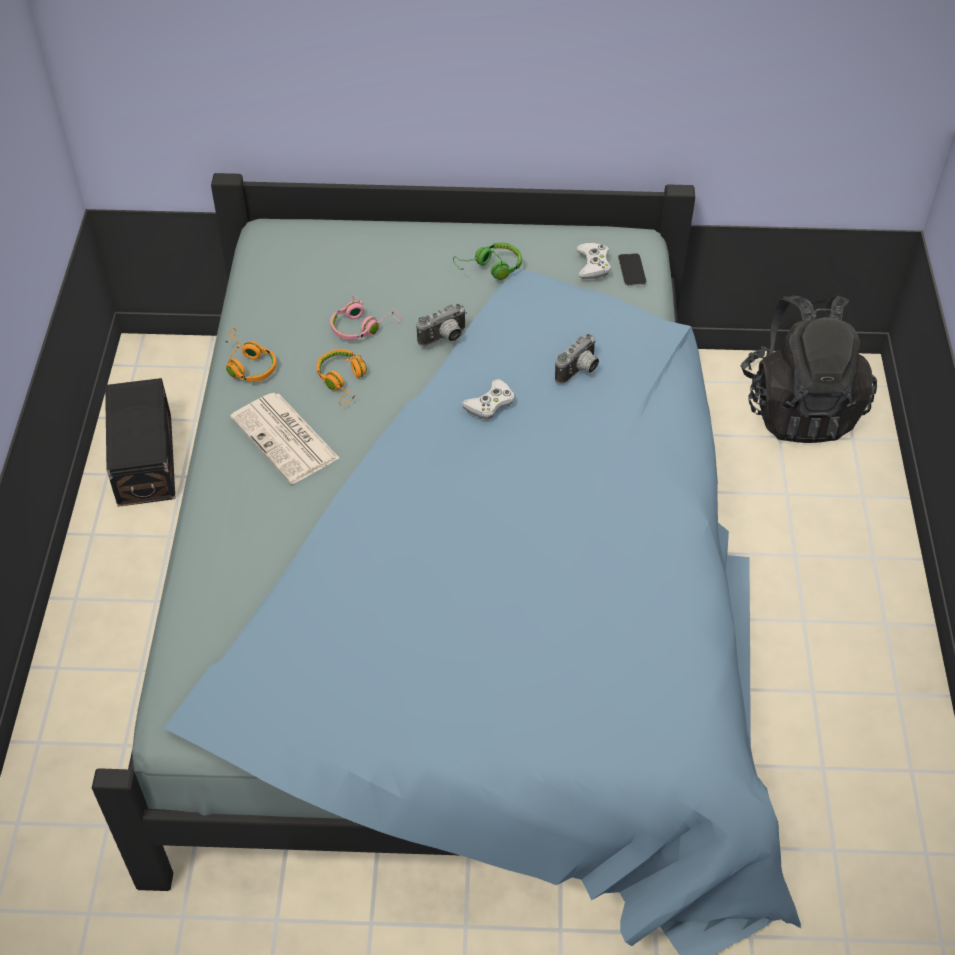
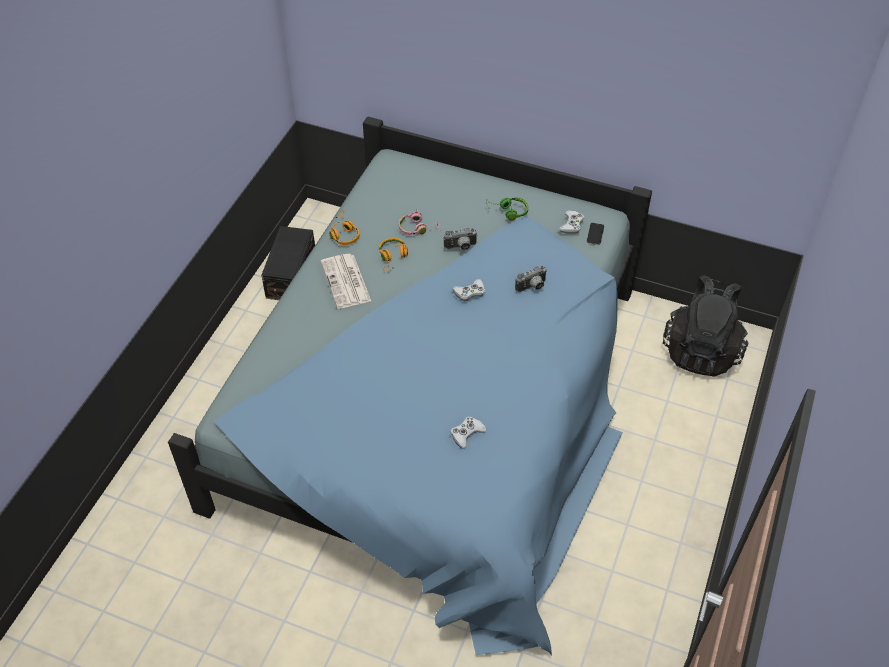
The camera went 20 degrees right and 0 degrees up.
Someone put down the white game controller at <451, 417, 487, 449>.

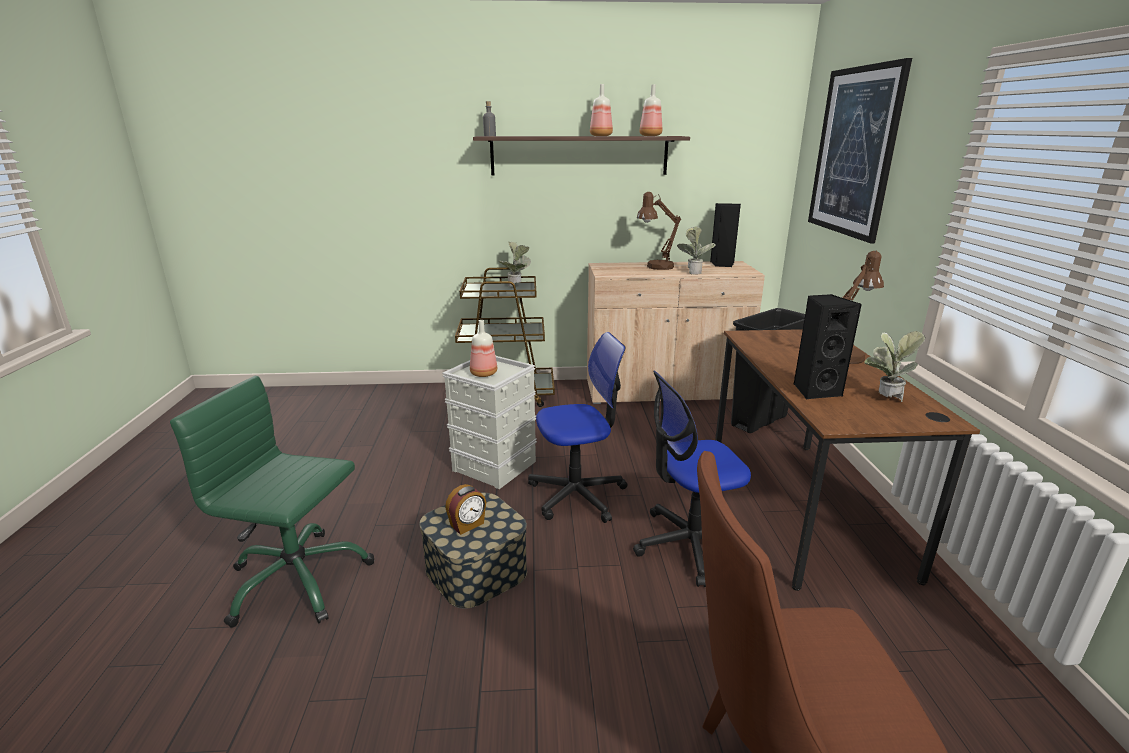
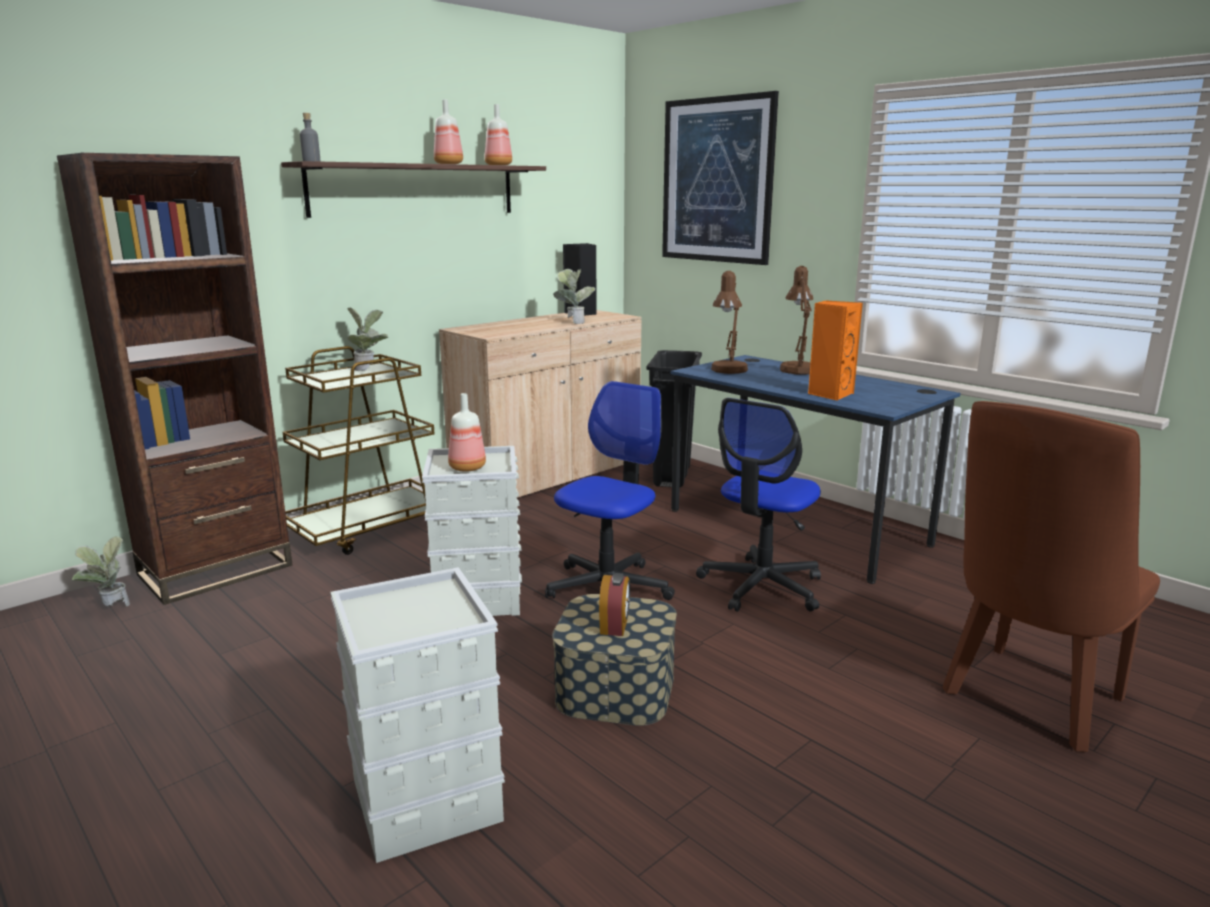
The camera went 40 degrees left and 5 degrees down.
Someone carried the brown table lamp from <637, 192, 681, 270> to <711, 271, 748, 374>.
Someone repainted the black speaker at <793, 294, 862, 399>, which became the orange speaker at <808, 300, 863, 401>.
Someone repainted the brown desk at <715, 329, 980, 591>, which became the blue desk at <670, 355, 960, 584>.
Someone carried the potted plant from <865, 331, 925, 402> to <72, 536, 130, 606>.
Someone swapped the green office chair at <170, 376, 374, 628> for the grey storage box at <330, 567, 505, 863>.
Someone put down the brown bookcase at <57, 153, 293, 605>.

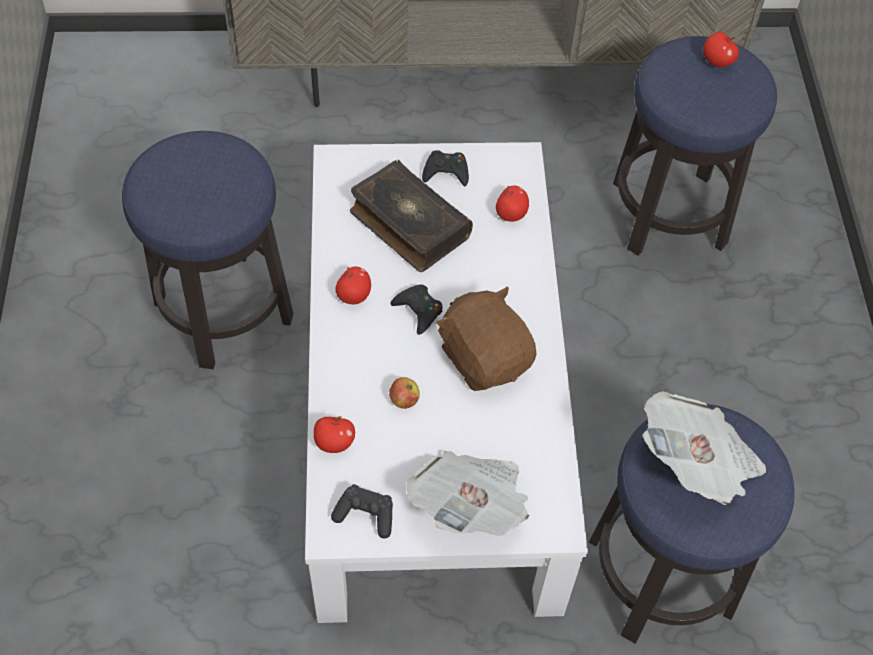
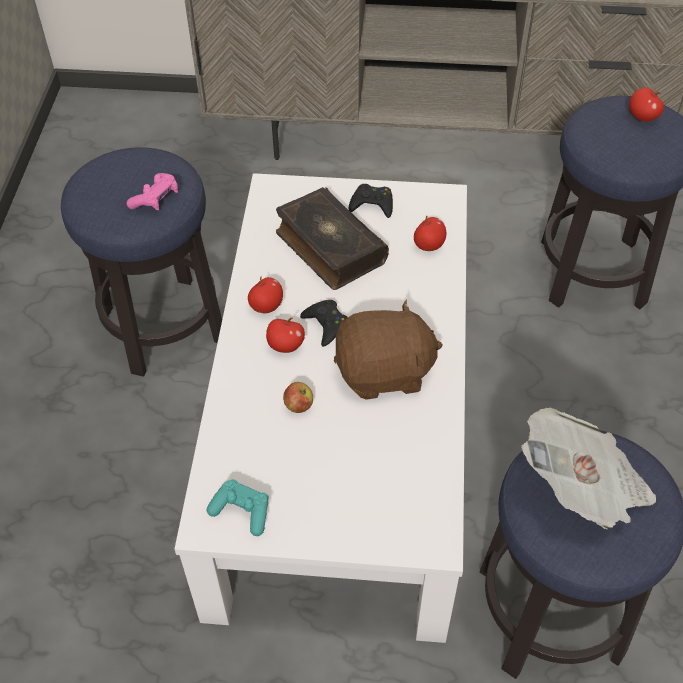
The camera went 10 degrees right and 5 degrees down.
Someone rotated the brown plush toy at <436, 287, 537, 391> by 105 degrees clockwise.
Someone carried the apple from <314, 416, 355, 453> to <266, 318, 305, 353>.
Someone took away the newspaper at <406, 451, 529, 536>.
Someone repainted the black game controller at <331, 484, 393, 538>, which became the turquoise game controller at <207, 479, 269, 536>.
Someone put down the pink game controller at <126, 173, 178, 210>.

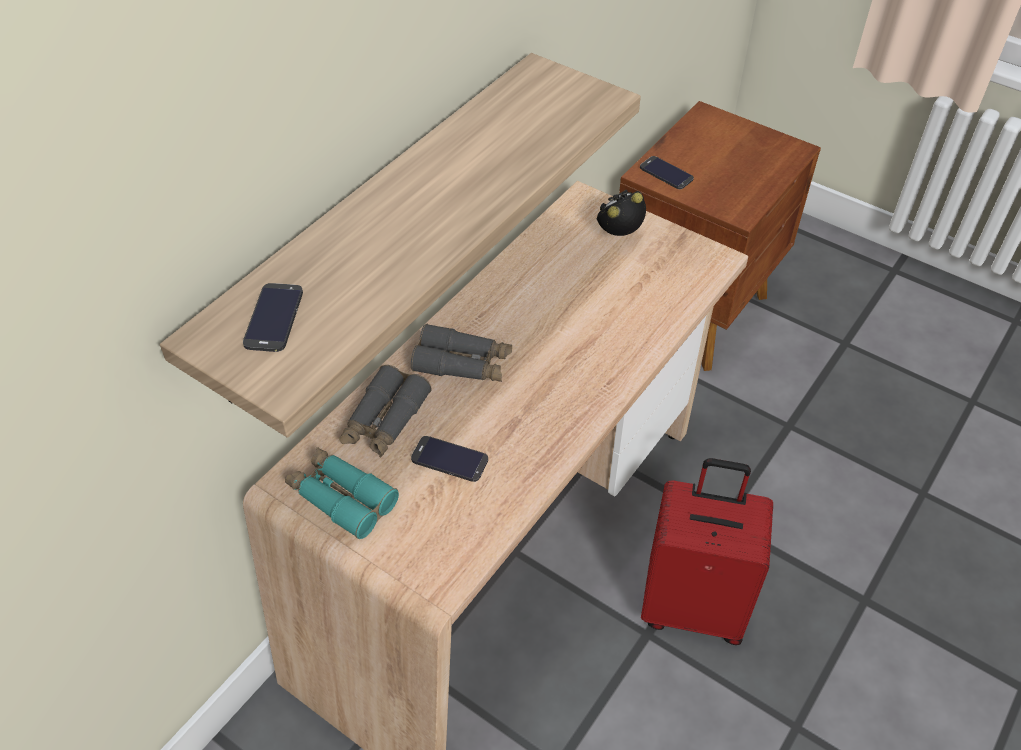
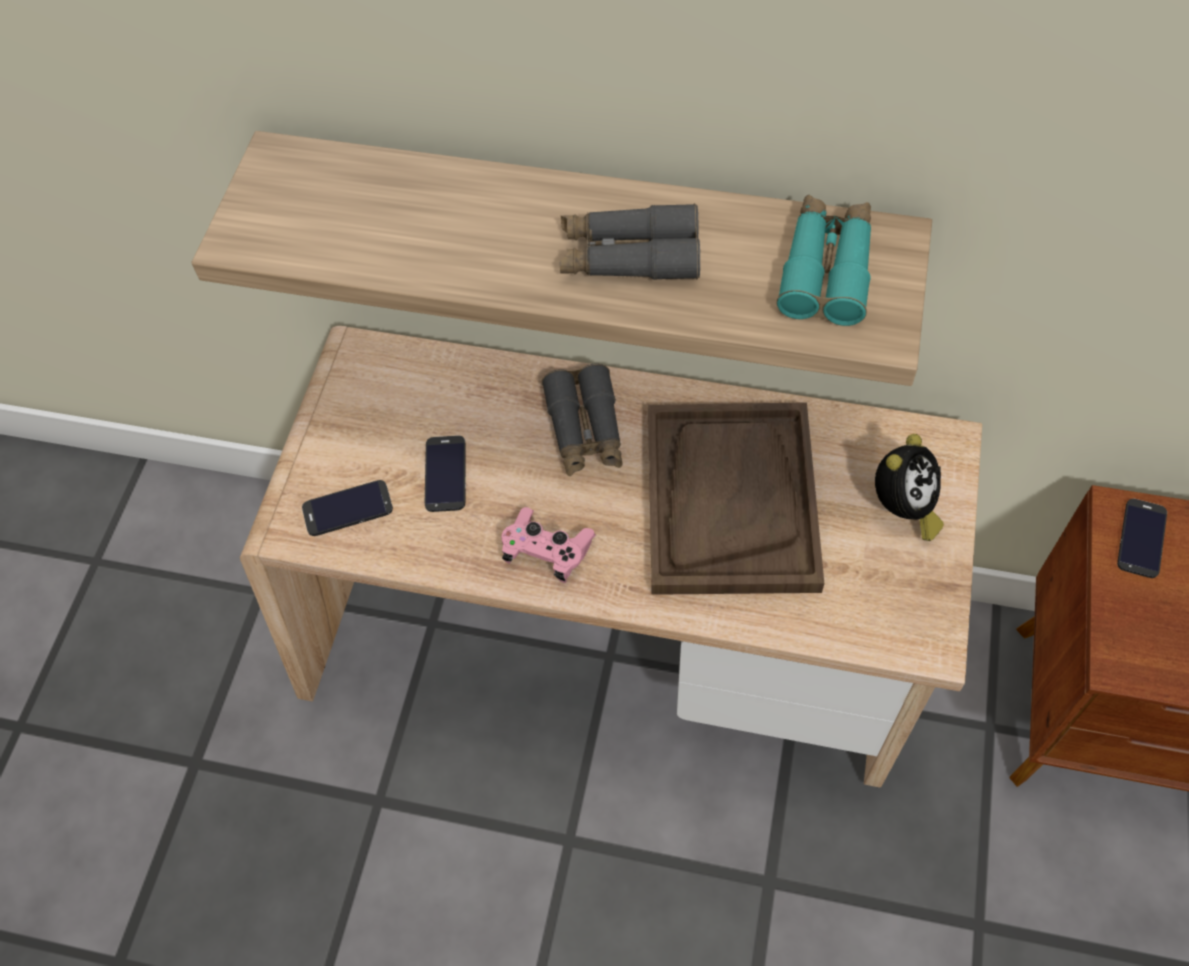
The camera went 70 degrees right and 10 degrees up.
Someone rotated the alarm clock at <596, 190, 646, 236> by 90 degrees clockwise.
Someone carried the phone from <243, 283, 303, 352> to <302, 480, 393, 536>.
Someone carried the grey binoculars from <339, 365, 432, 458> to <560, 203, 700, 280>.
Someone carried the turquoise binoculars from <285, 447, 399, 539> to <776, 195, 871, 326>.
Someone took away the red suitcase at <641, 458, 773, 645>.
Someone put down the brown tray at <648, 402, 824, 595>.
Someone put down the pink game controller at <501, 507, 596, 583>.

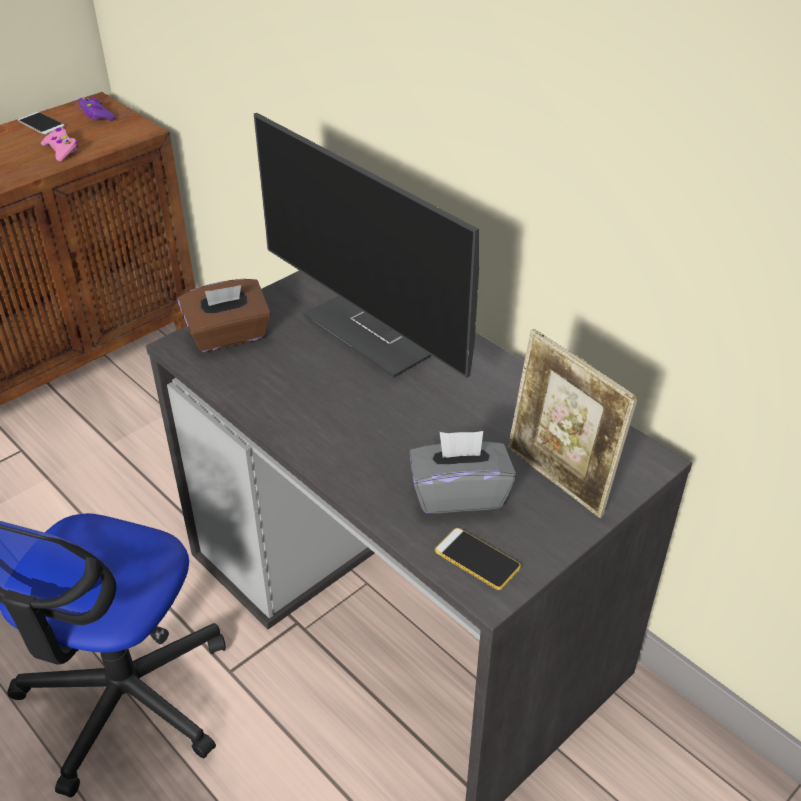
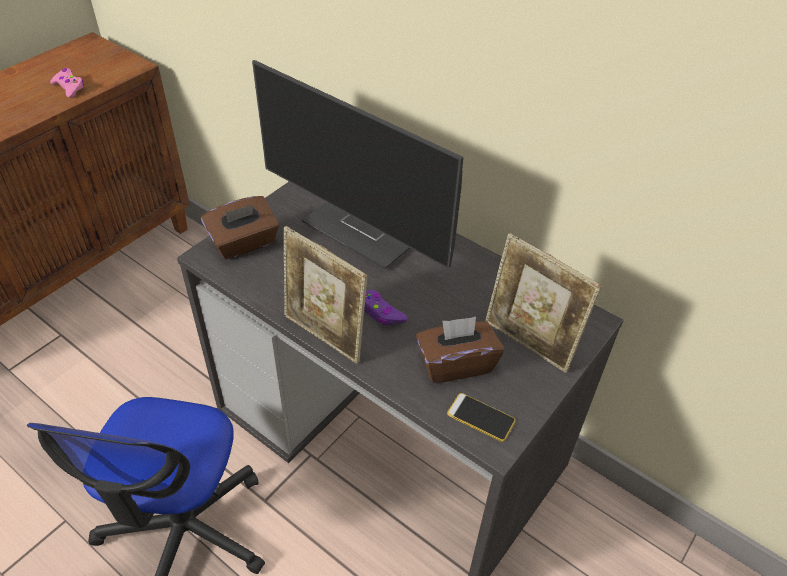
The camera went 10 degrees left and 5 degrees up.
Someone carried the purple game controller from <78, 97, 116, 121> to <364, 290, 408, 325>.
Someone took away the phone at <18, 112, 65, 134>.
Someone repainted the grey tissue box at <409, 431, 516, 513>, which became the brown tissue box at <416, 317, 504, 383>.
Someone put down the picture frame at <284, 226, 368, 364>.

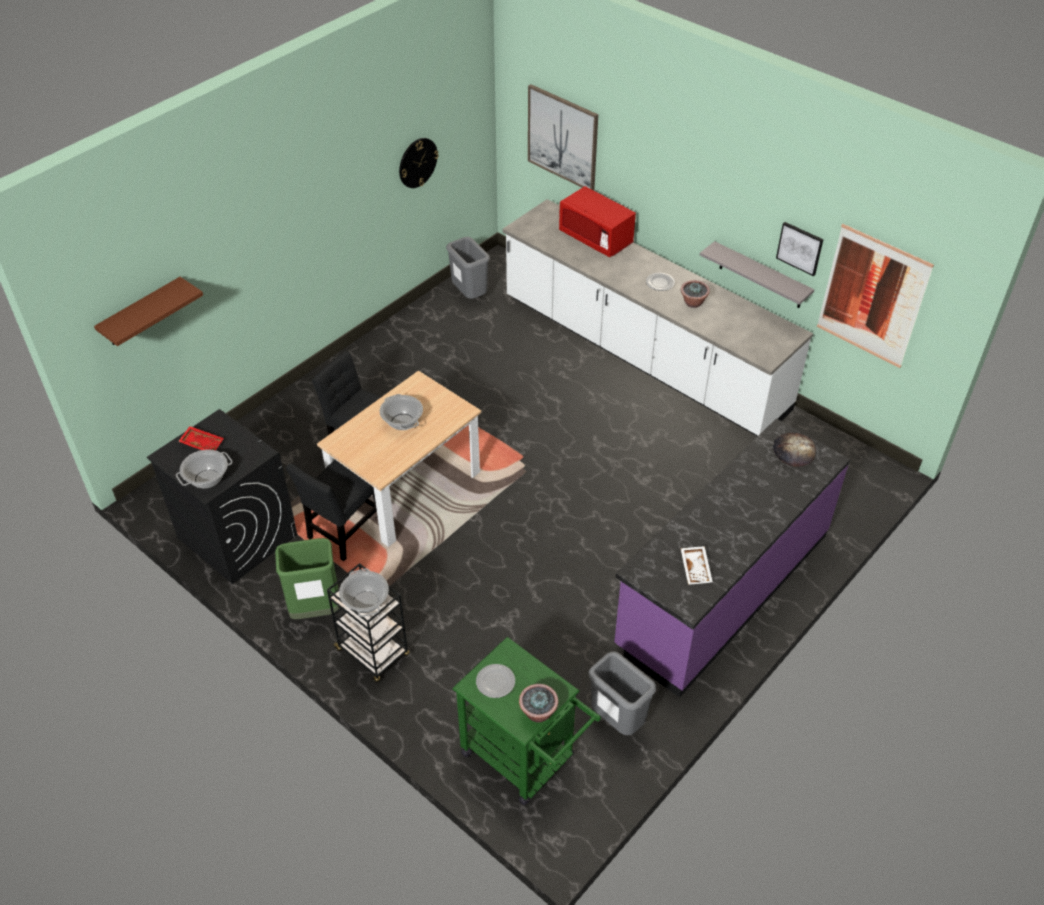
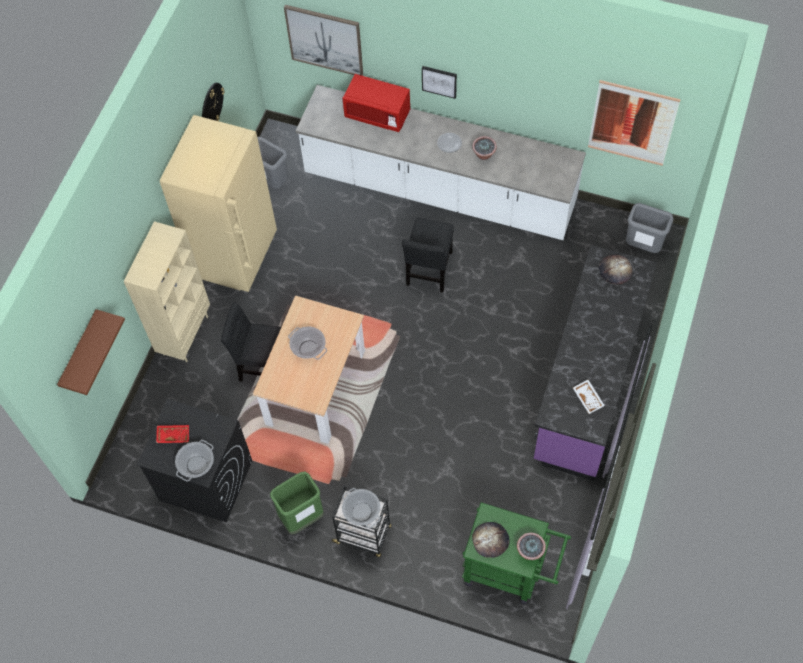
The camera went 20 degrees left and 15 degrees up.
Someone carried the picture from <776, 222, 824, 276> to <422, 66, 457, 99>.
Someone took away the grey shelf at <700, 241, 814, 308>.
Someone carried the black chair from <286, 460, 377, 561> to <402, 218, 454, 293>.
Someone carried the grey trash can from <588, 651, 656, 735> to <626, 203, 674, 253>.
Someone swapped the plate at <476, 664, 515, 698> for the bread at <472, 522, 510, 558>.
Someone put down the beige fridge at <160, 115, 277, 292>.
Someone put down the beige bookcase at <124, 221, 210, 362>.

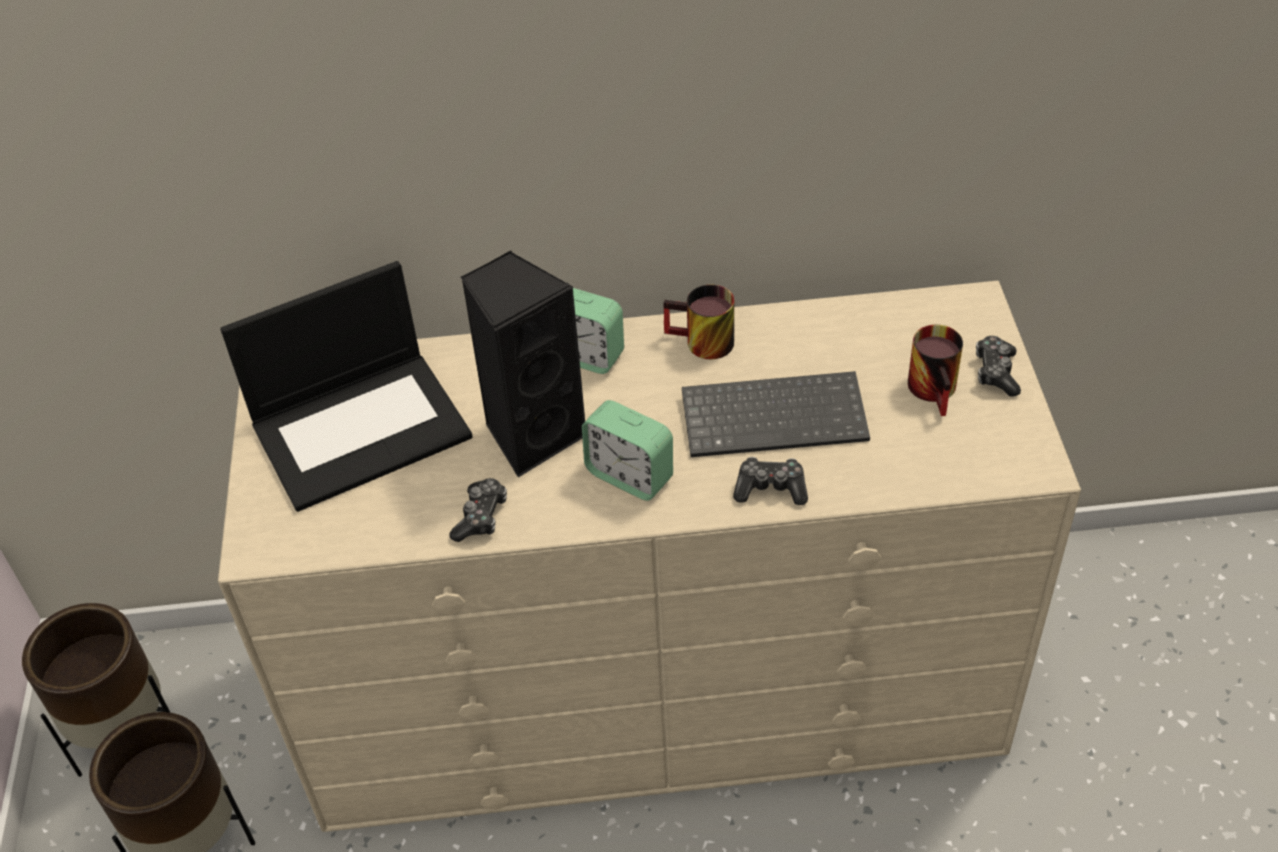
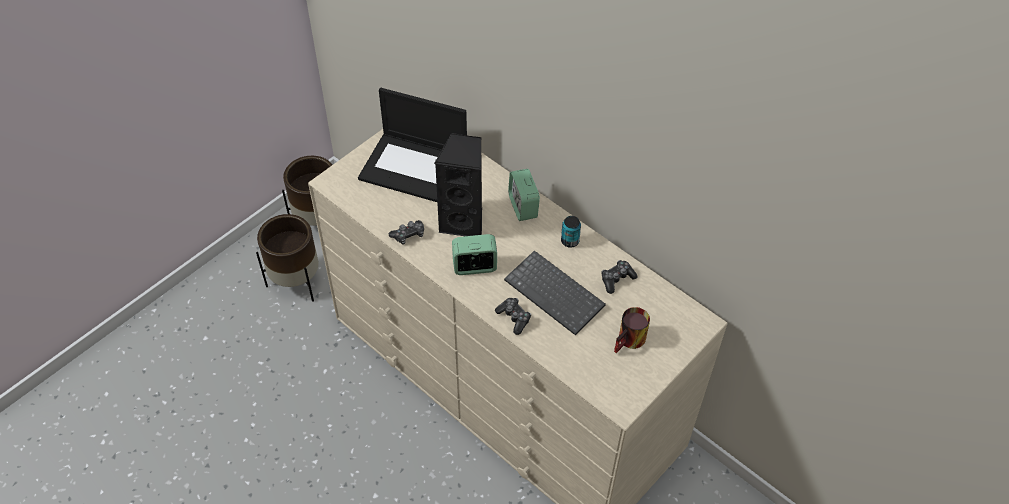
The camera went 45 degrees right and 5 degrees up.
Someone swapped the mug at <663, 285, 734, 359> for the can at <561, 216, 581, 248>.
Someone carried the game controller from <976, 336, 1021, 397> to <601, 260, 637, 294>.
Someone rotated the alarm clock at <582, 400, 673, 501> by 90 degrees clockwise.

